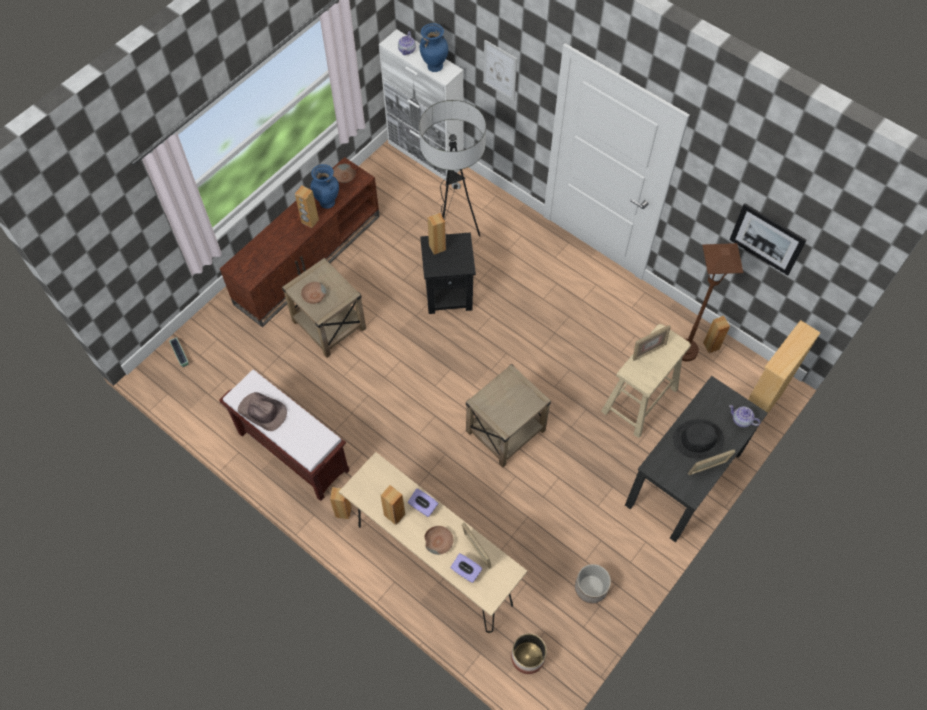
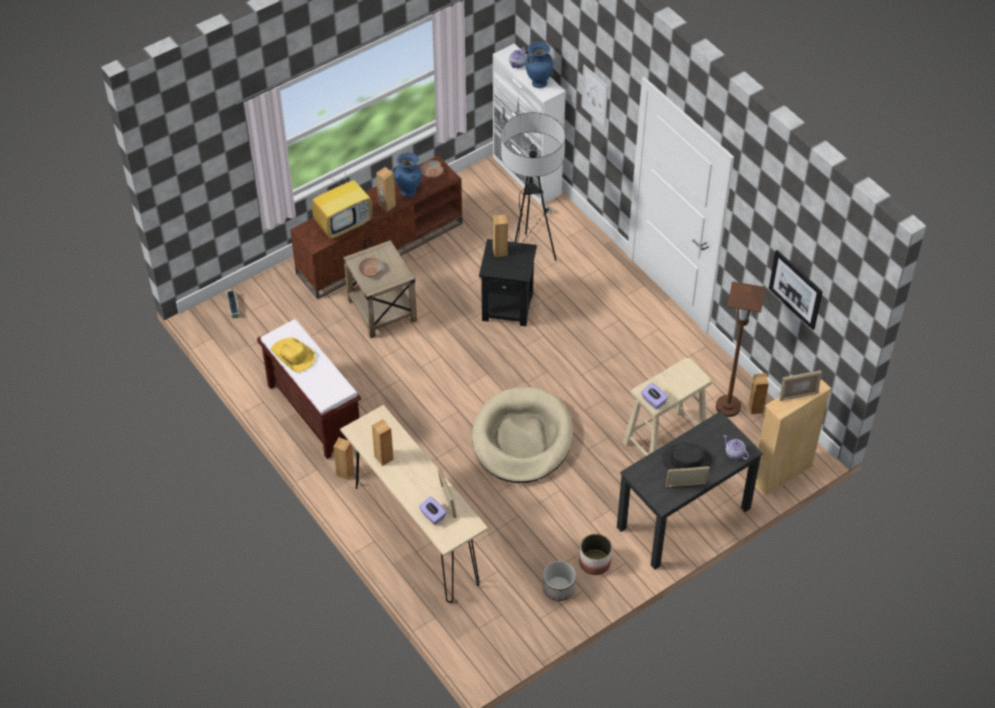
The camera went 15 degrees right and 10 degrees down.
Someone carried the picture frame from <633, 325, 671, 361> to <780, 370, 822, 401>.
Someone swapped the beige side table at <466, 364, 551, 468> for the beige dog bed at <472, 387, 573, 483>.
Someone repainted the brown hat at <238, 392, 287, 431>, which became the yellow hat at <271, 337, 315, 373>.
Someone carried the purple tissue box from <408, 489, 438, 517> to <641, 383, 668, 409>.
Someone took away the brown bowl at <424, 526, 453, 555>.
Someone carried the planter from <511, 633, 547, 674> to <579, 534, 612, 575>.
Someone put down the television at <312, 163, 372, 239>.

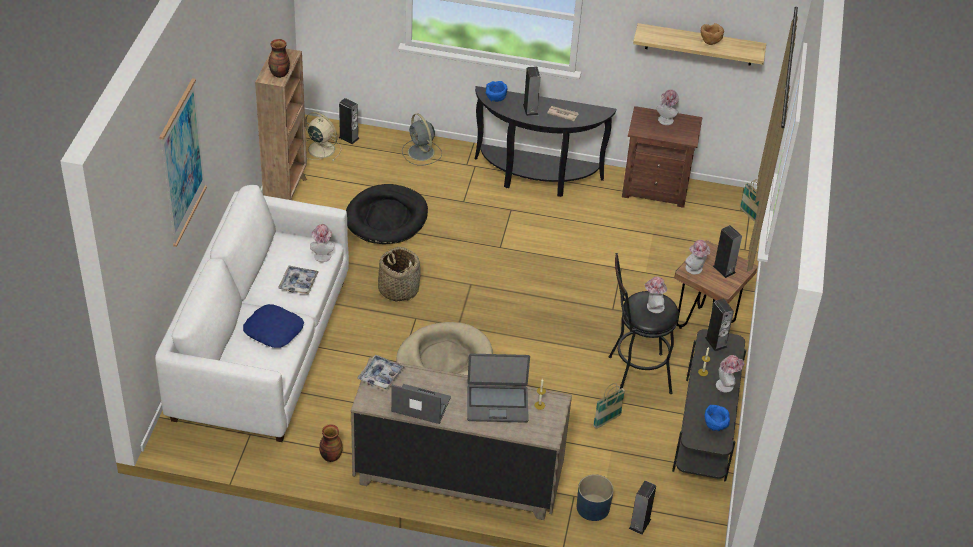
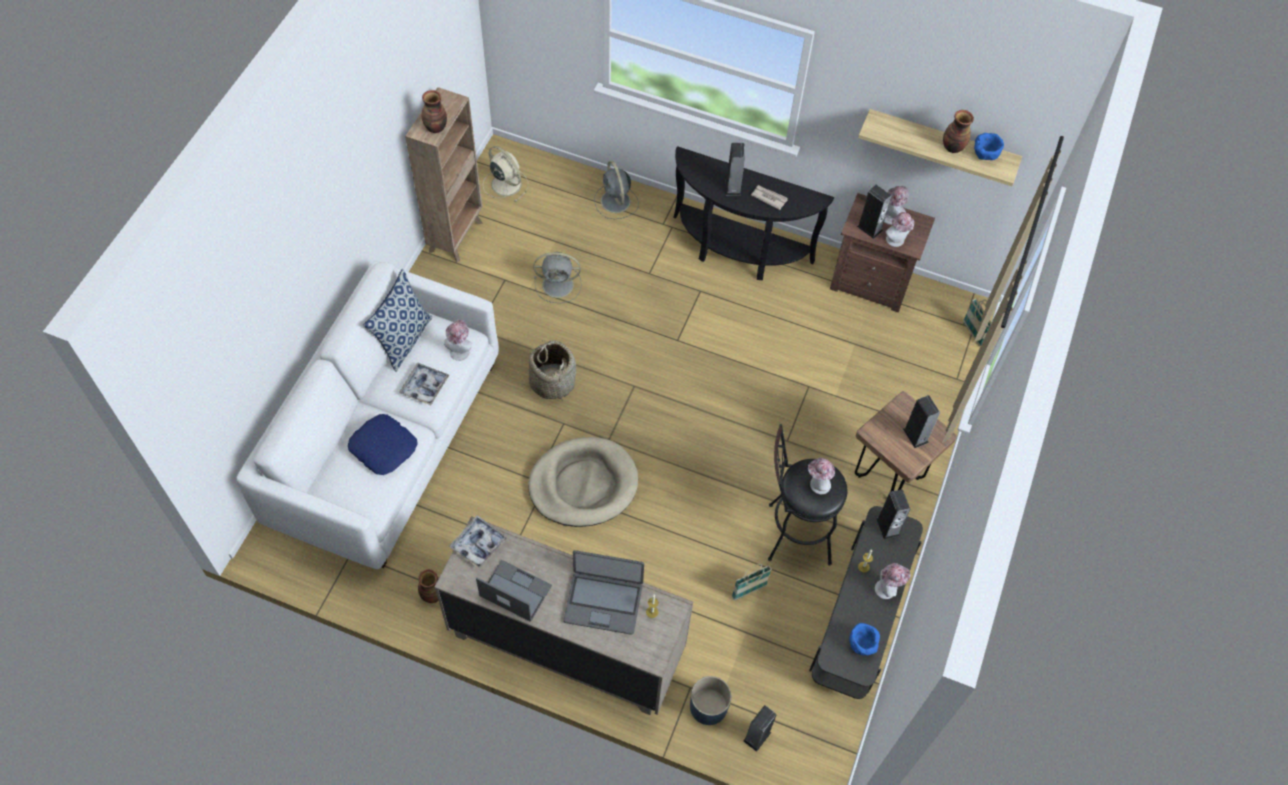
The camera went 10 degrees right and 15 degrees up.
Someone swapped the brown bowl at <701, 23, 724, 45> for the vase at <943, 110, 974, 153>.
Someone took away the picture at <159, 78, 207, 247>.
Someone carried the blue bowl from <486, 81, 508, 102> to <974, 133, 1004, 160>.
Someone carried the speaker from <339, 98, 360, 144> to <857, 185, 892, 239>.
Someone swapped the black dog bed at <346, 184, 428, 244> for the grey fan at <533, 252, 581, 303>.
Someone carried the hat from <685, 240, 710, 274> to <885, 212, 914, 247>.
Someone put down the pillow at <364, 269, 432, 372>.

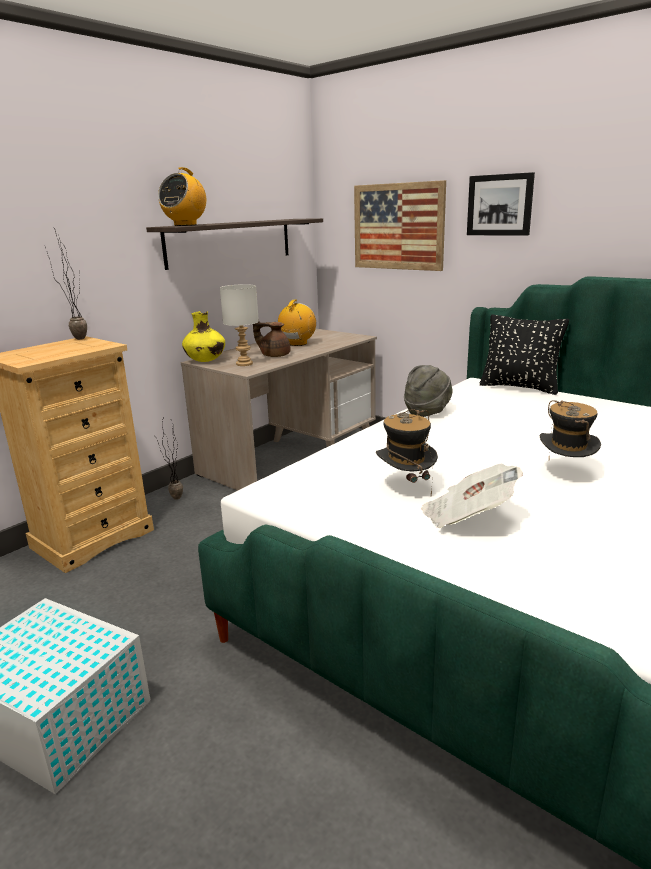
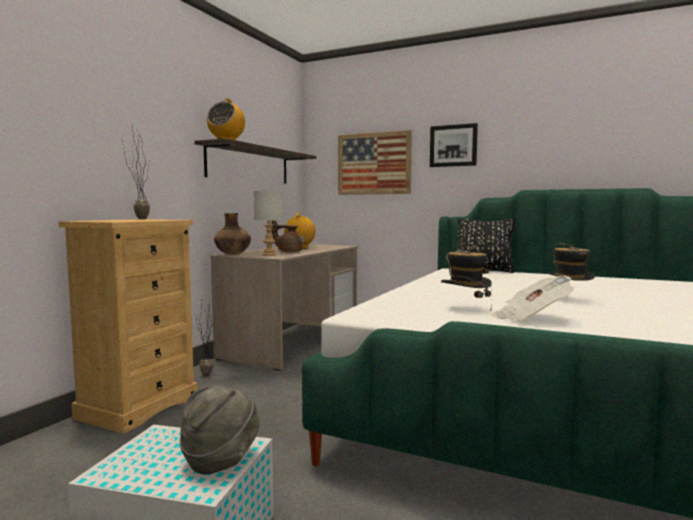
The camera went 15 degrees left and 15 degrees down.
Someone repainted the yellow vase at <182, 311, 225, 362>, which became the brown vase at <214, 213, 251, 255>.
Someone carried the grey hat from <404, 365, 452, 417> to <179, 385, 260, 475>.

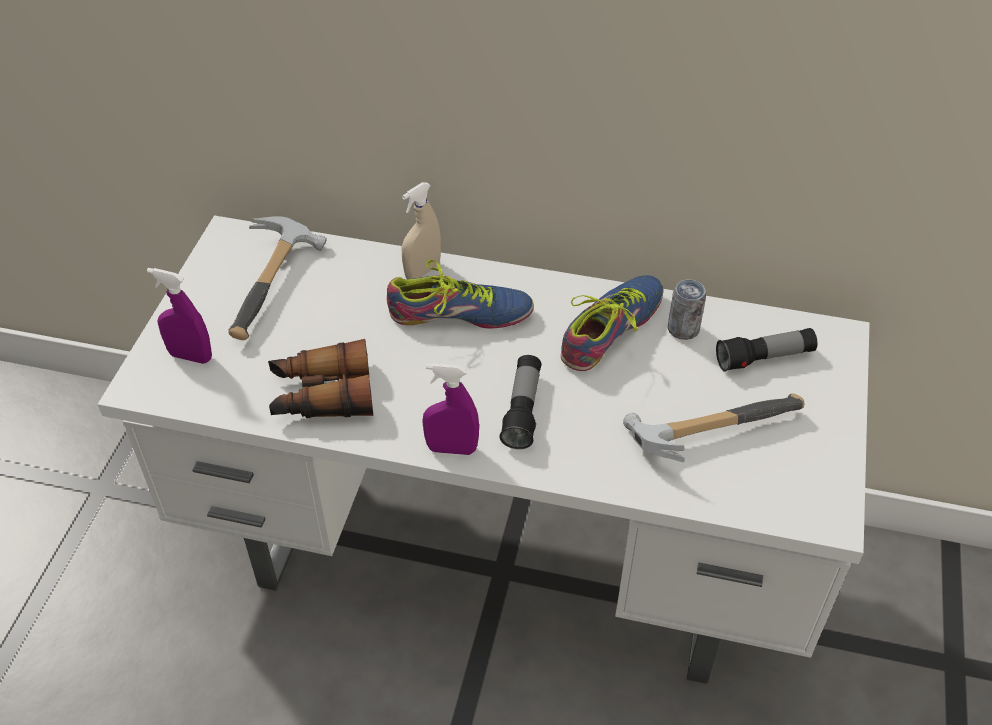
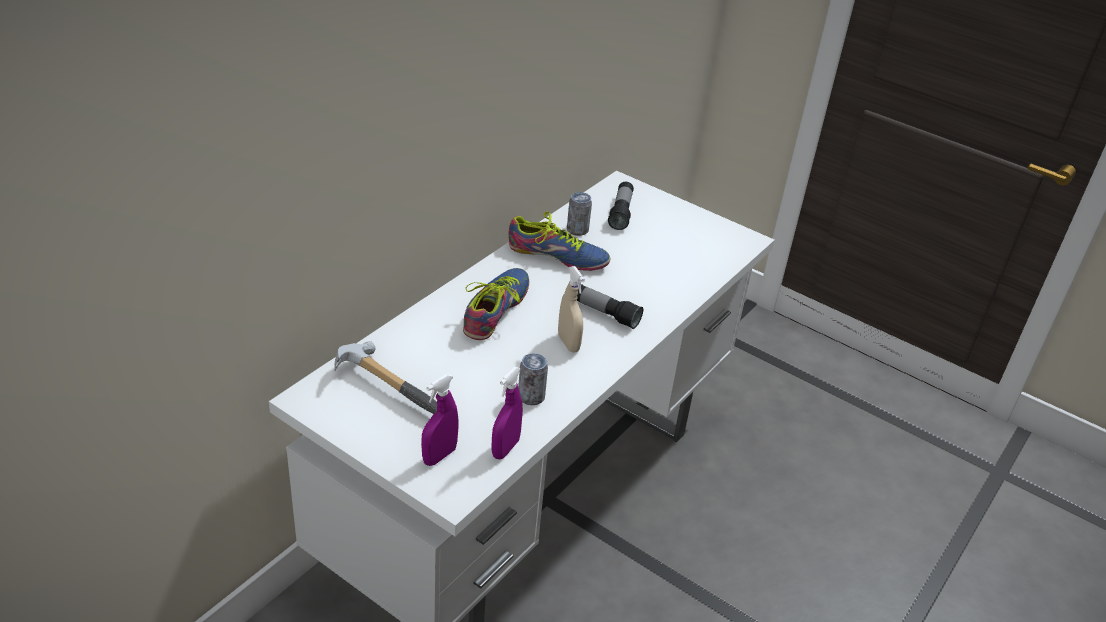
The camera went 70 degrees left and 10 degrees down.
Someone carried the beige spray bottle from <402, 182, 441, 279> to <558, 266, 585, 353>.
Someone rotated the shoe at <561, 275, 663, 371> by 135 degrees clockwise.
Someone swapped the binoculars at <268, 339, 373, 418> for the can at <518, 353, 548, 405>.
Someone carried the purple spray bottle from <422, 363, 479, 455> to <492, 367, 523, 459>.
Someone took away the hammer at <623, 394, 804, 462>.

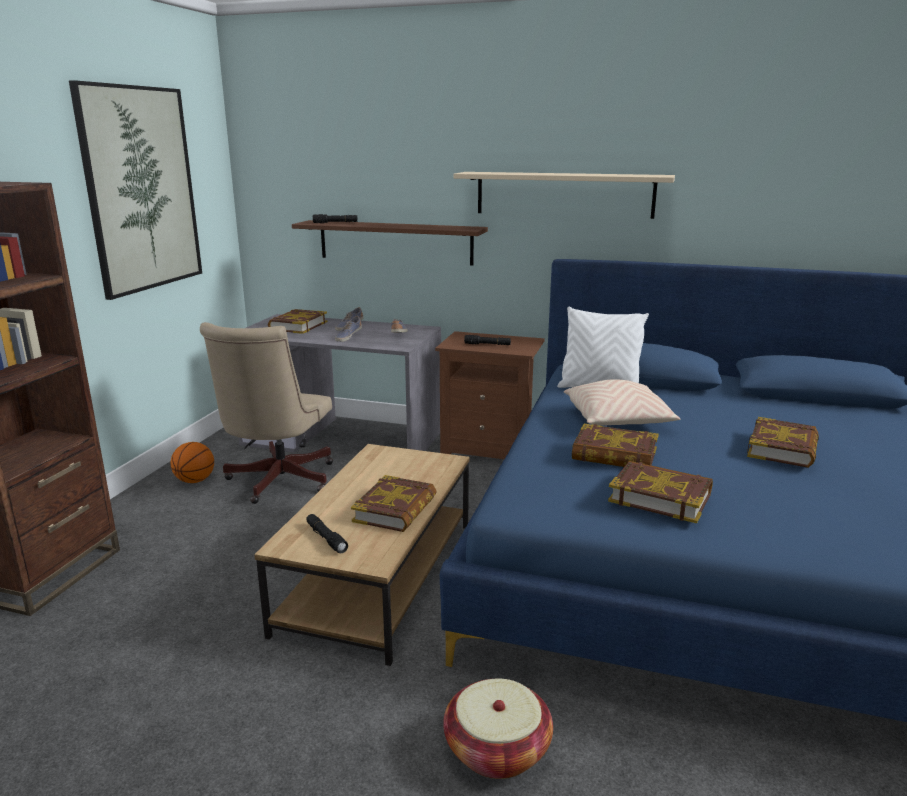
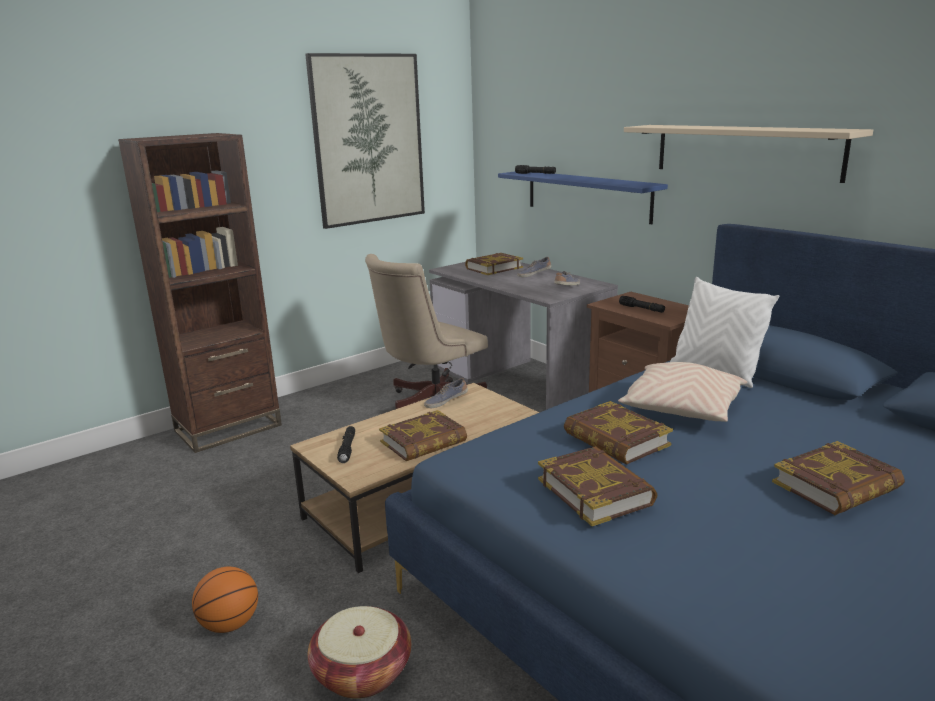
The camera went 35 degrees right and 0 degrees up.
Someone repainted the brown shelf at <292, 220, 488, 266>, which became the blue shelf at <498, 172, 668, 224>.
Someone carried the shoe from <335, 316, 362, 342> to <424, 378, 468, 408>.
Someone carried the basketball from <171, 442, 214, 483> to <192, 567, 258, 633>.

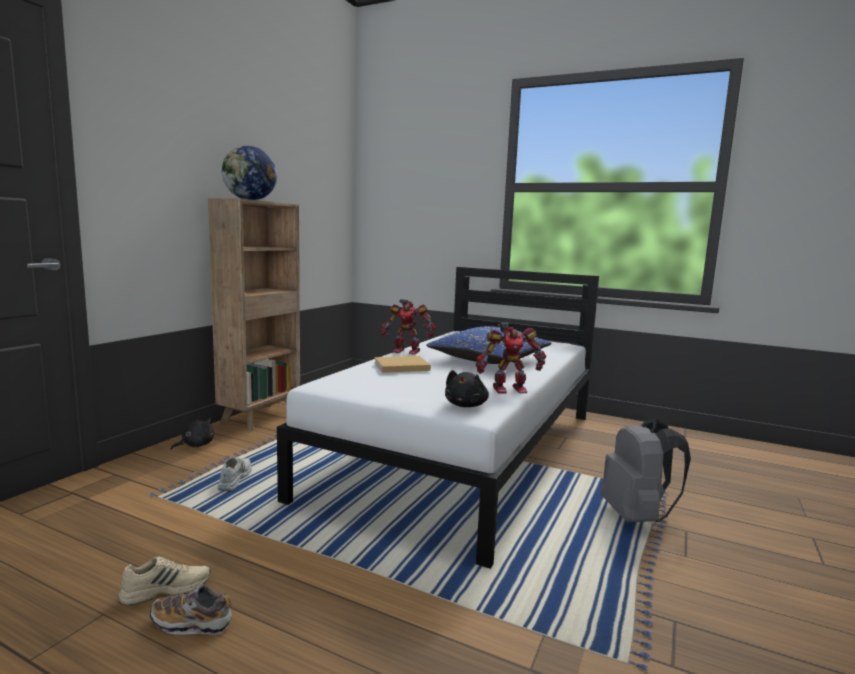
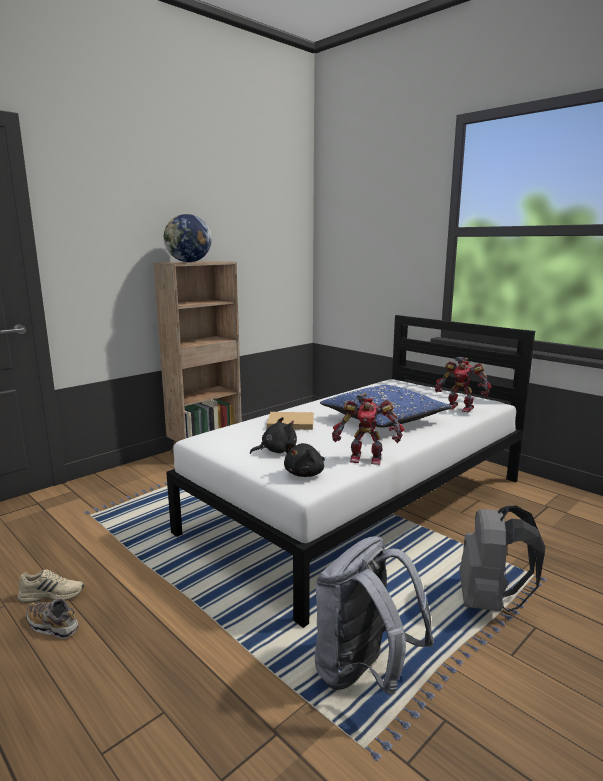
The camera went 20 degrees right and 5 degrees up.
Someone carried the toy robot from <381, 299, 436, 355> to <435, 357, 492, 412>.
Someone carried the black plush toy from <170, 416, 214, 450> to <250, 417, 297, 454>.
Someone took away the white shoe at <217, 458, 252, 492>.
Someone put down the grey backpack at <315, 536, 434, 694>.

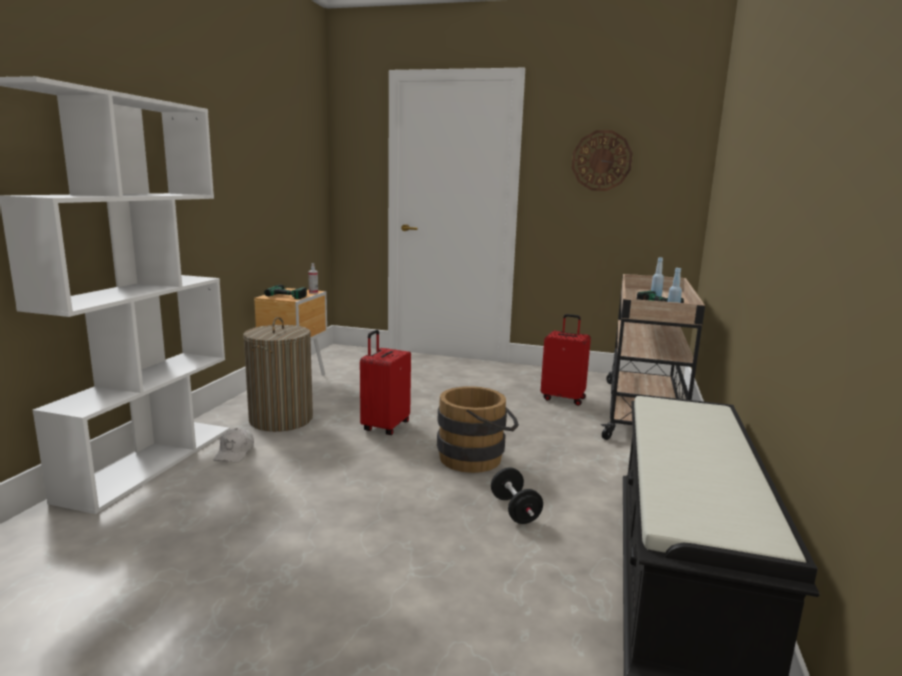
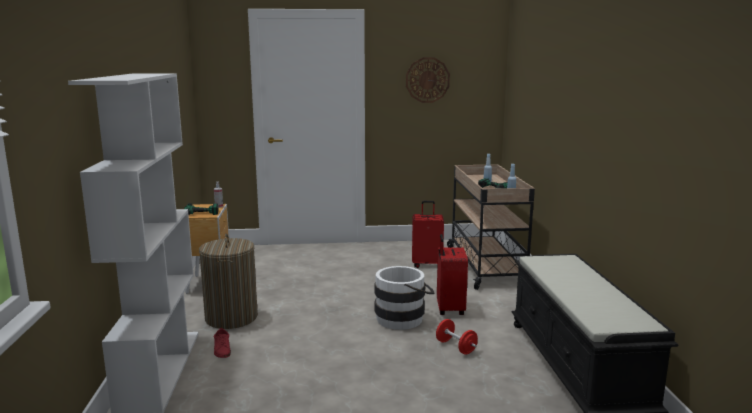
The camera went 20 degrees left and 0 degrees up.
Someone carried the red suitcase from <360, 330, 411, 435> to <437, 234, 468, 315>.
Someone repainted the brown bucket at <437, 386, 519, 473>, which became the white bucket at <374, 266, 434, 330>.
Someone swapped the white cap at <214, 428, 254, 463> for the red shoe at <214, 328, 231, 358>.
Someone repainted the black dumbbell at <491, 467, 543, 524>, which became the red dumbbell at <436, 319, 478, 355>.

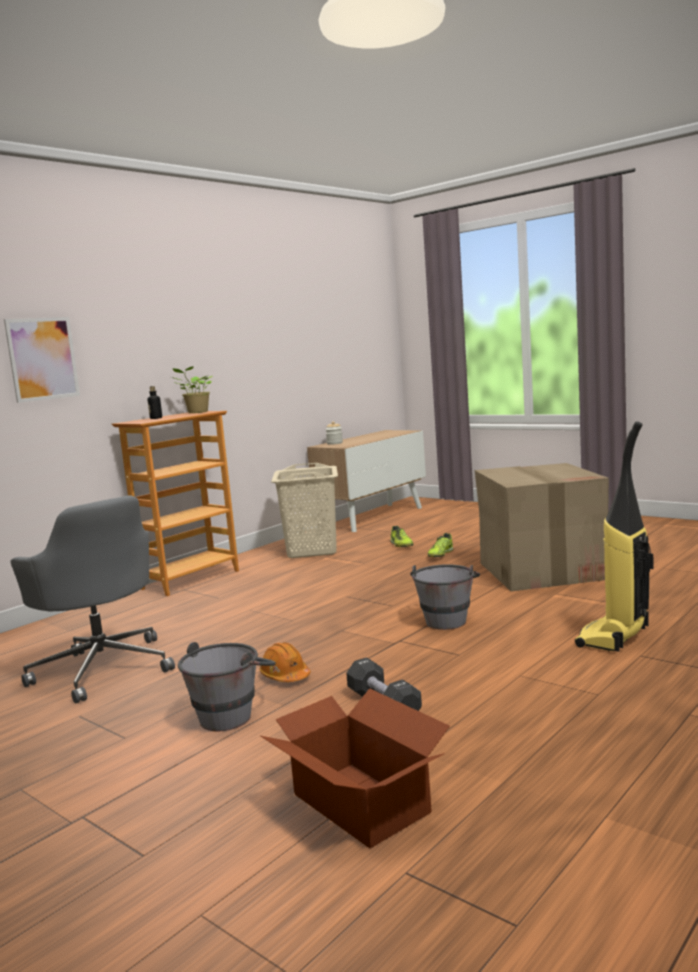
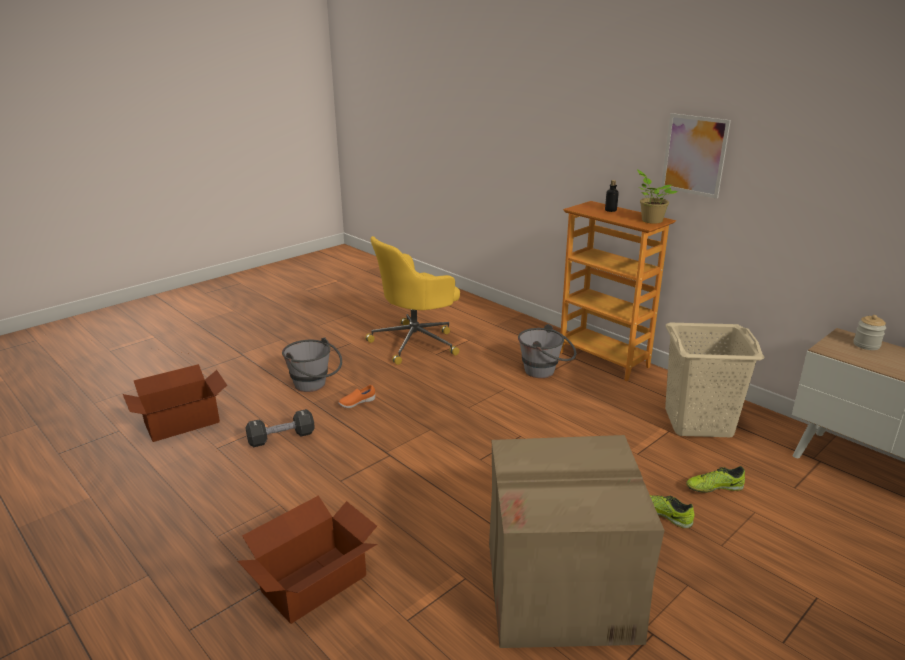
The camera went 95 degrees right and 15 degrees up.
Someone carried the picture from <4, 317, 80, 403> to <661, 113, 731, 199>.
Someone swapped the vacuum cleaner at <575, 421, 654, 651> for the cardboard box at <238, 496, 378, 624>.
Someone repainted the grey office chair at <10, 495, 175, 704>, which became the yellow office chair at <365, 236, 460, 365>.
Someone carried the grey bucket from <410, 564, 480, 630> to <518, 324, 576, 378>.
Someone swapped the orange hard hat at <260, 642, 311, 682> for the orange shoe at <338, 385, 375, 408>.

